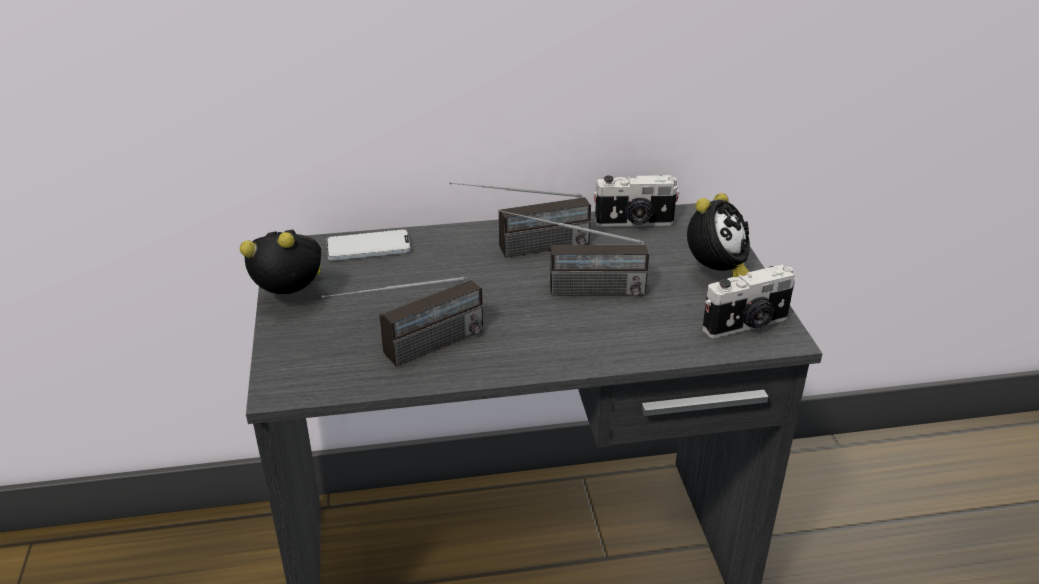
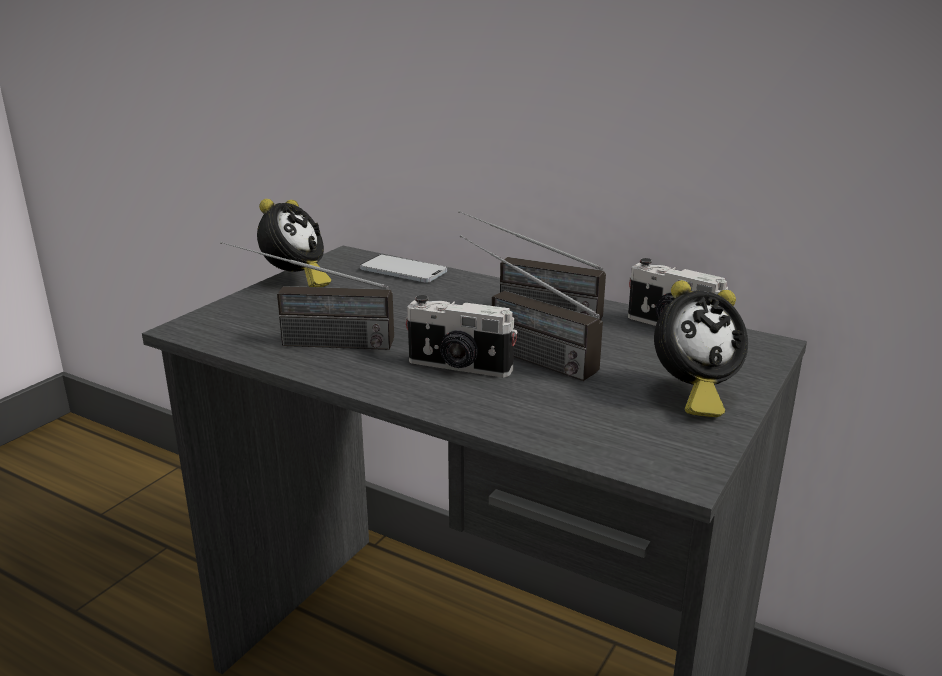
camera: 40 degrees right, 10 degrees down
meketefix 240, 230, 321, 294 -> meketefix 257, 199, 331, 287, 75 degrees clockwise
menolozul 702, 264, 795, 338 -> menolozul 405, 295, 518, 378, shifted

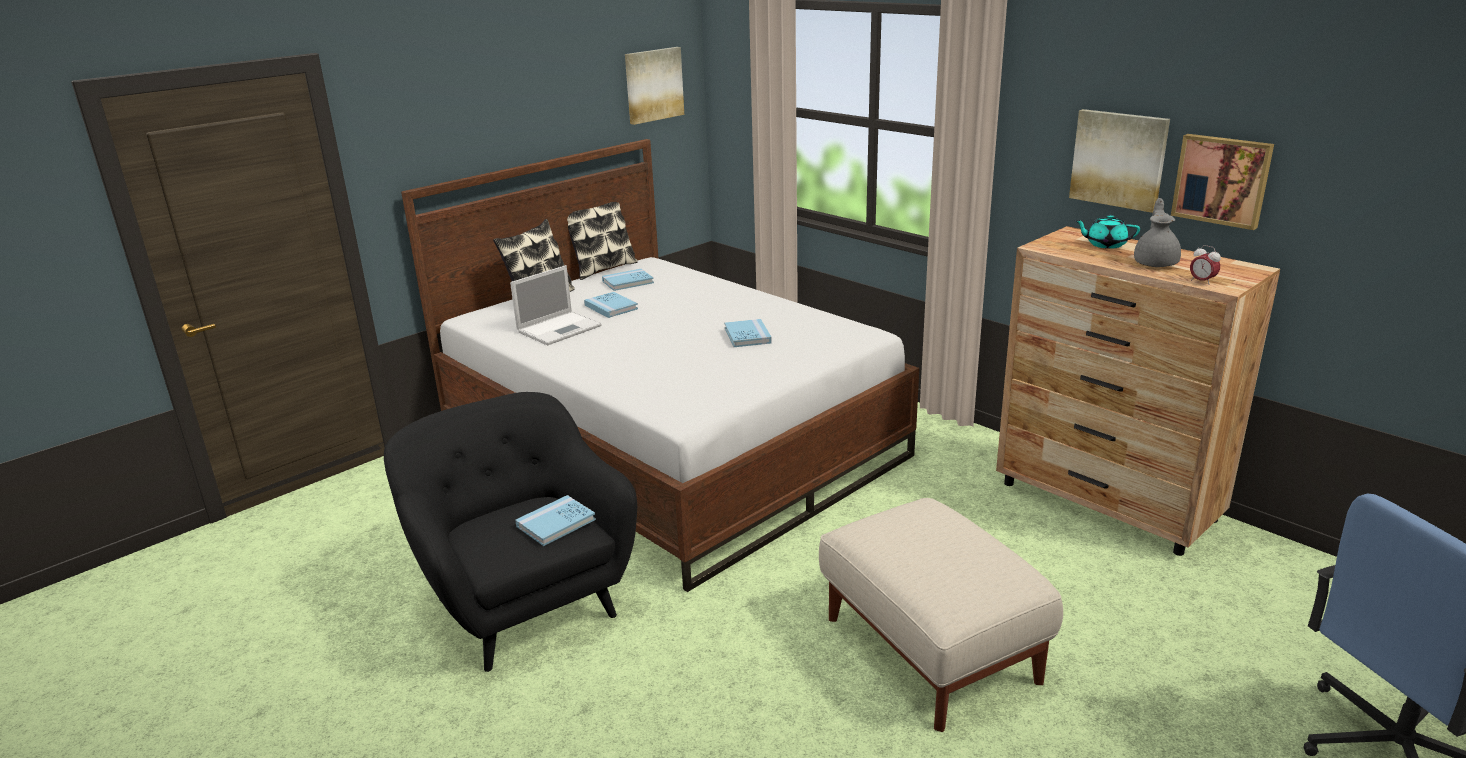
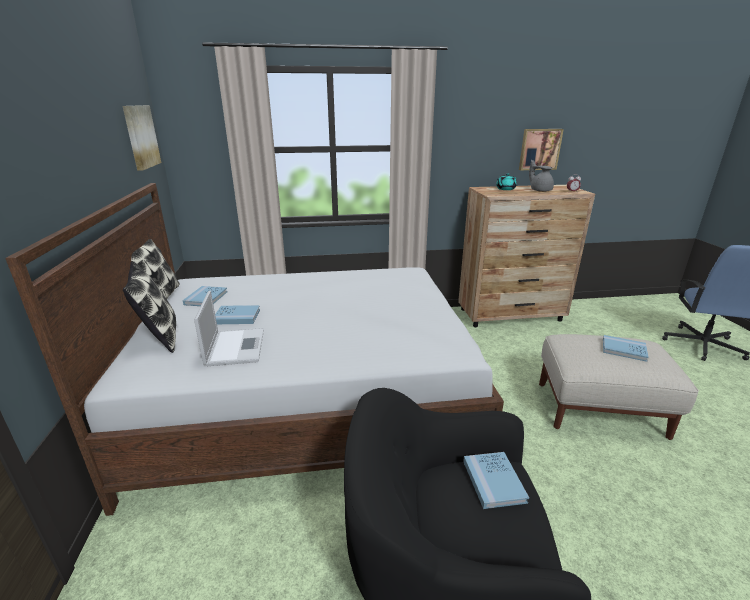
camera: 55 degrees left, 0 degrees up
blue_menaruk 725, 319, 772, 347 -> blue_menaruk 603, 335, 649, 362, shifted
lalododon 1069, 109, 1170, 213 -> none

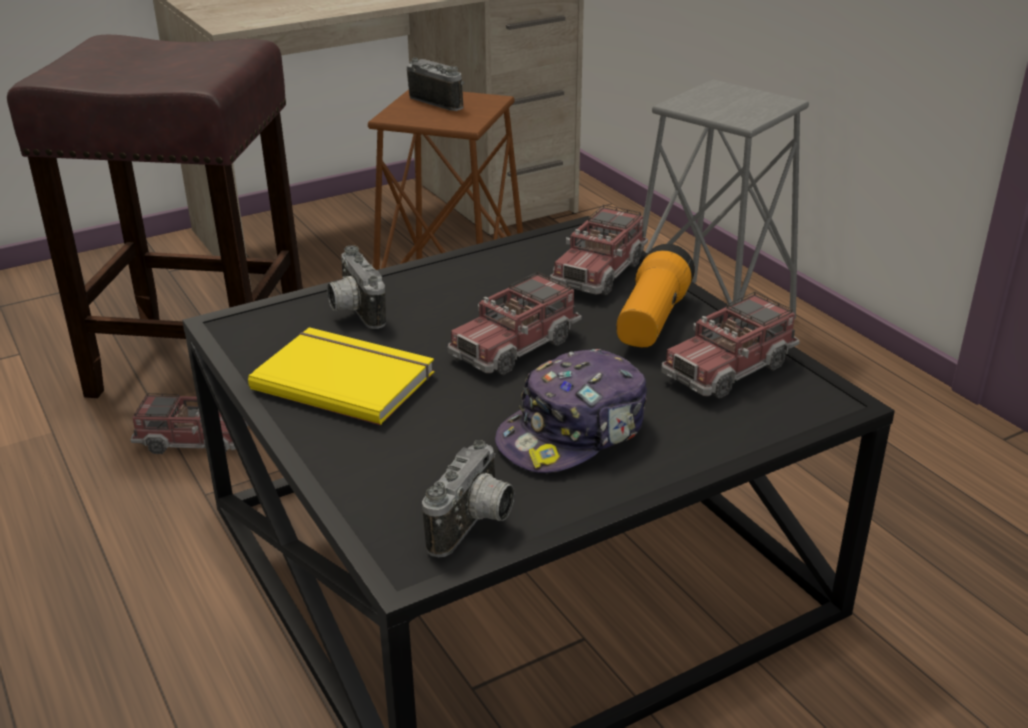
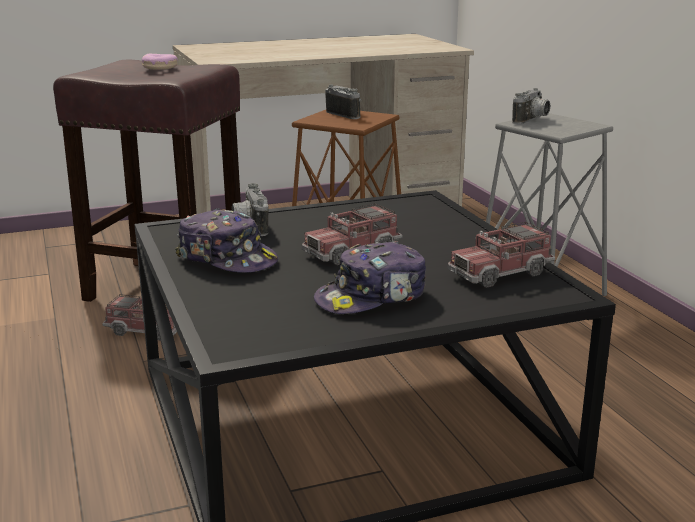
camera: 10 degrees right, 10 degrees down
none -> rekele 142, 54, 178, 70
yellow_menaruk 248, 327, 435, 425 -> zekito 175, 208, 278, 273
menolozul 422, 440, 514, 557 -> menolozul 512, 88, 550, 124, shifted
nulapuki 550, 205, 648, 295 -> none
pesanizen 616, 244, 695, 348 -> none

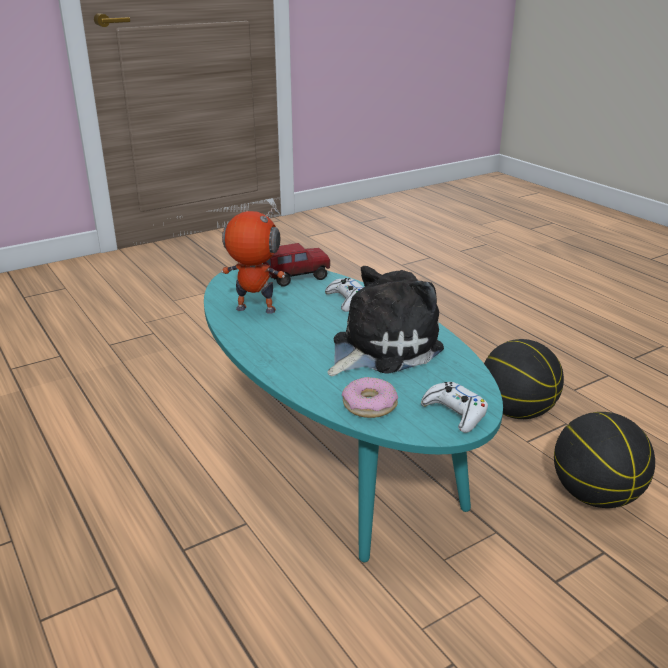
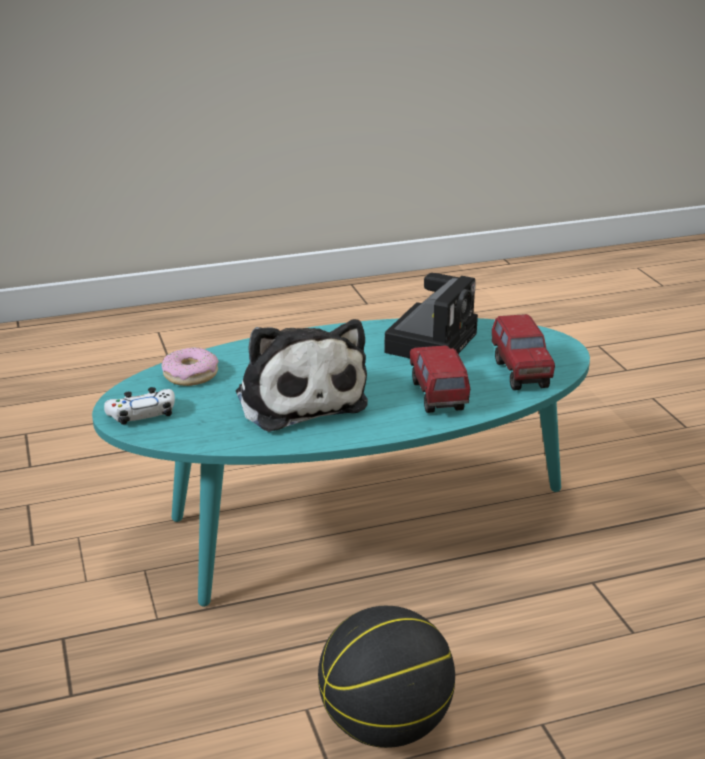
camera: 105 degrees right, 0 degrees up
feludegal 221, 208, 285, 314 -> menolozul 384, 273, 478, 358
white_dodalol 325, 278, 364, 312 -> nulapuki 410, 345, 470, 413
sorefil 554, 412, 655, 508 -> none

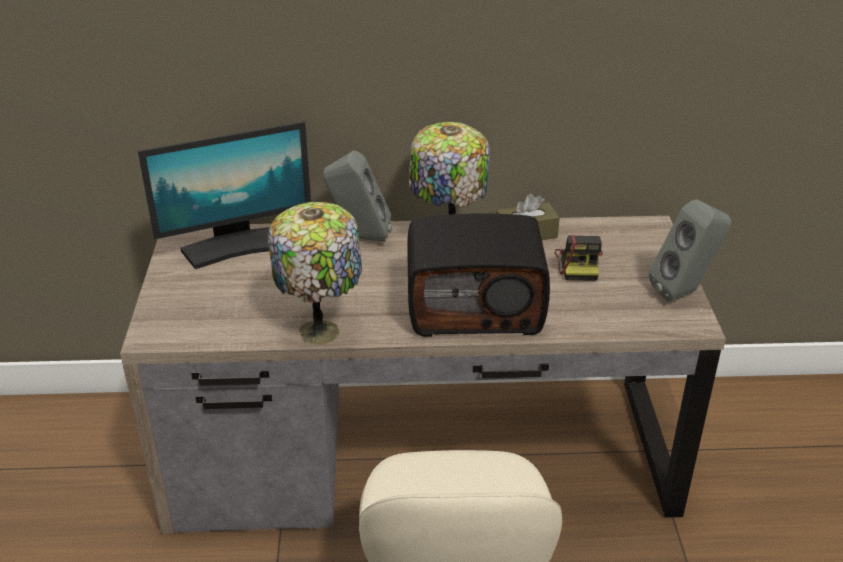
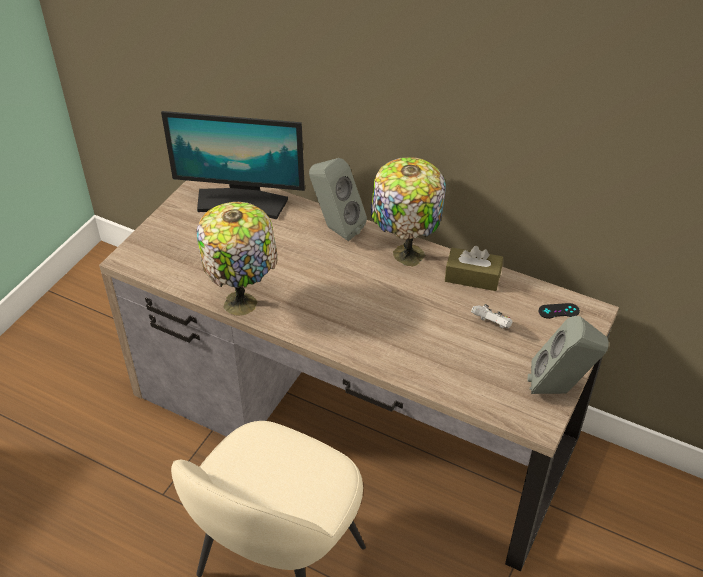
camera: 30 degrees right, 10 degrees up
menolozul 555, 235, 603, 281 -> white_dodalol 471, 304, 512, 329
none -> black_dodalol 539, 303, 580, 319
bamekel 407, 213, 550, 337 -> none

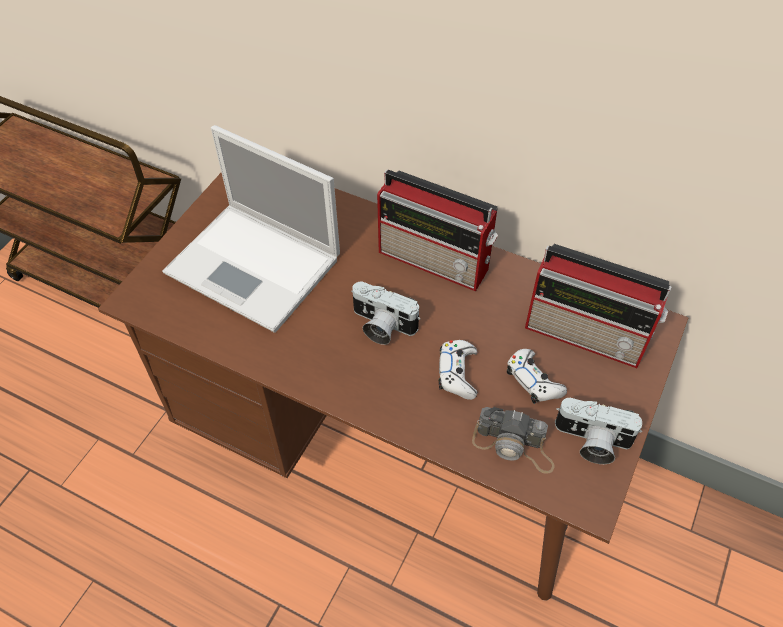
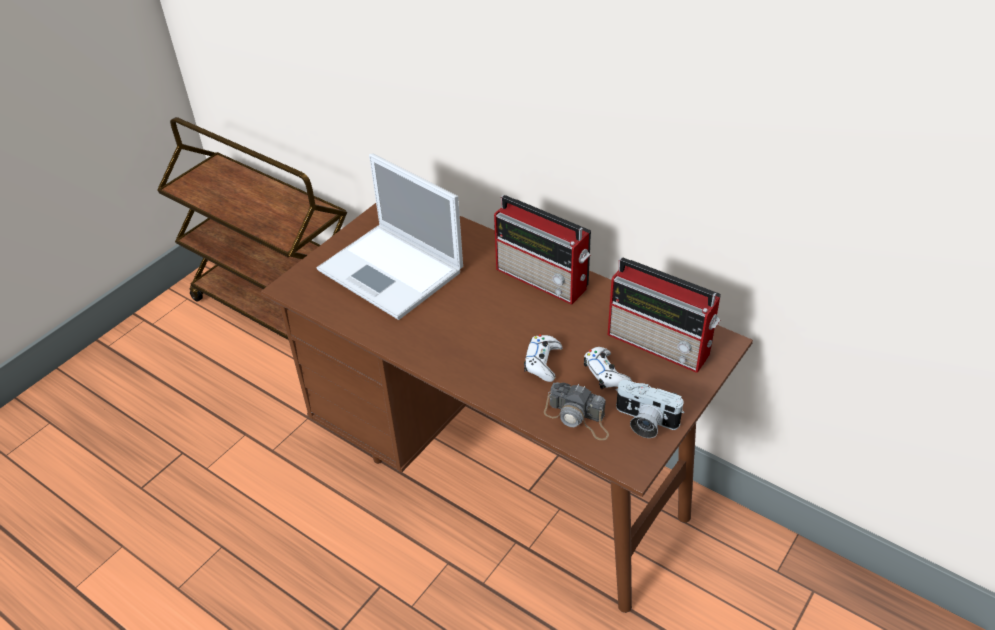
camera: 10 degrees right, 10 degrees down
menolozul 351, 282, 421, 345 -> none

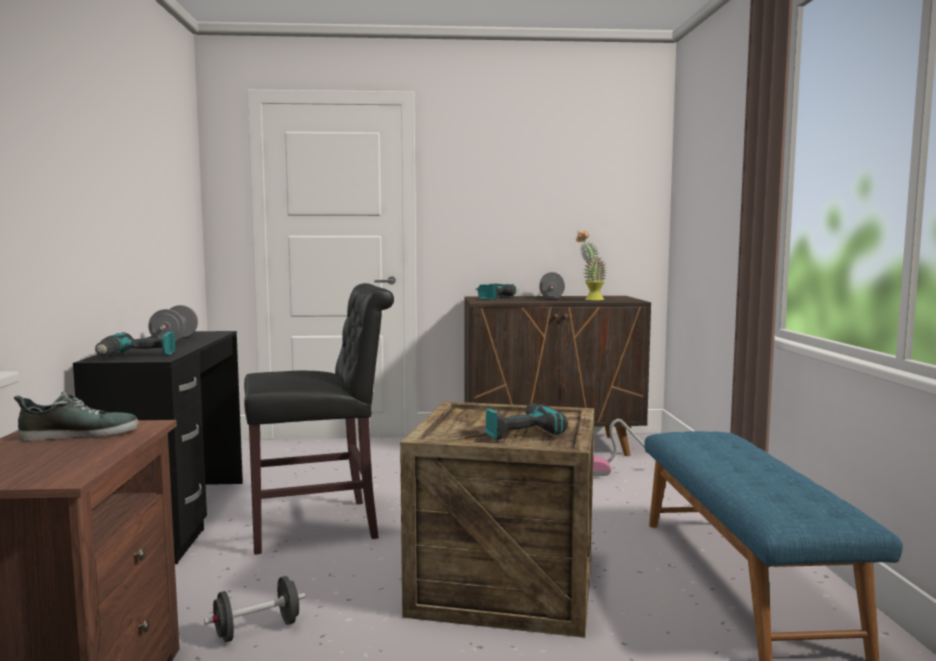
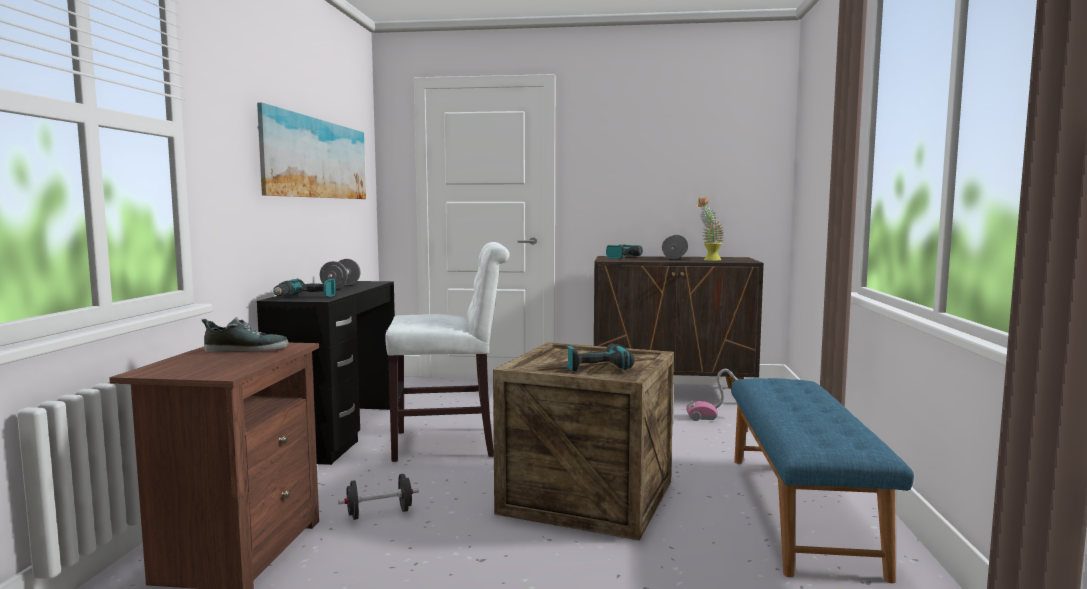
camera: 10 degrees right, 0 degrees up
none -> lalododon 257, 102, 366, 199
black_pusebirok 244, 283, 394, 555 -> white_pusebirok 385, 242, 510, 462

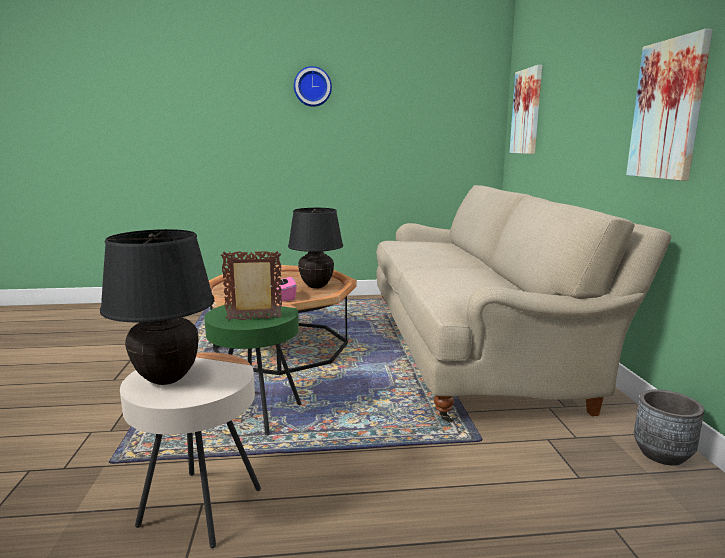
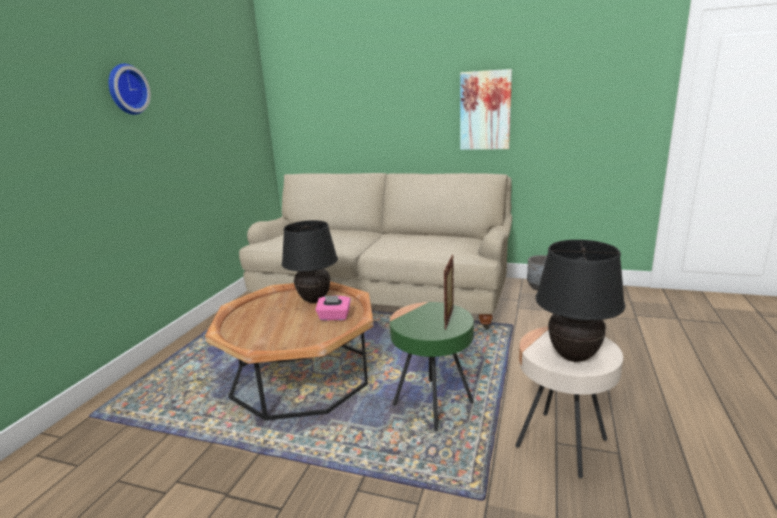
camera: 65 degrees left, 5 degrees up
lalododon 510, 65, 542, 154 -> none

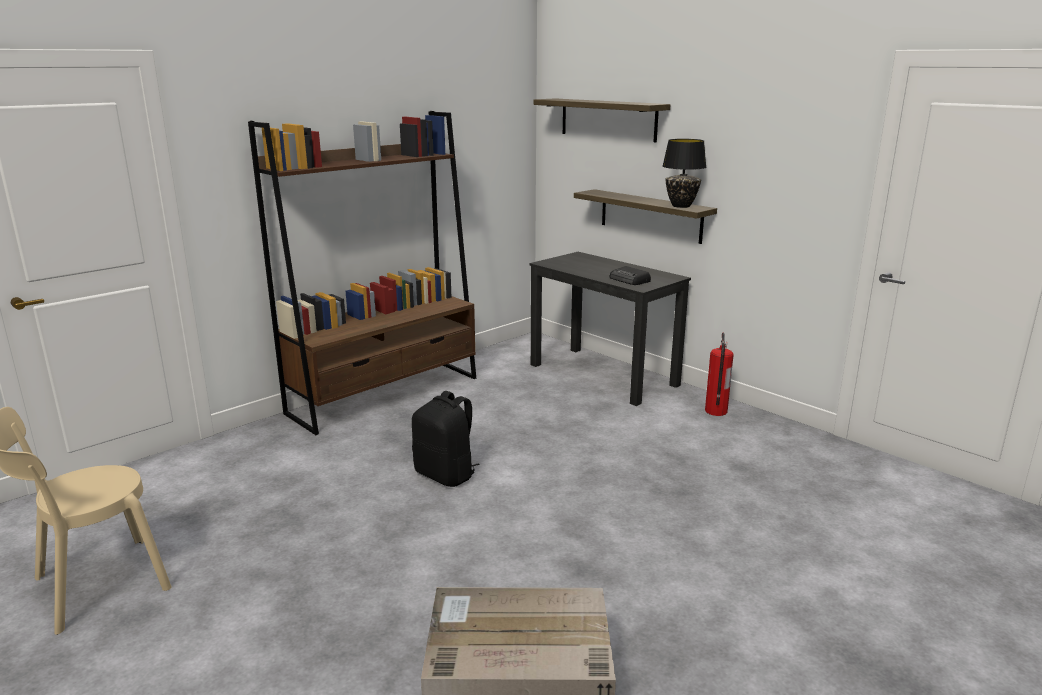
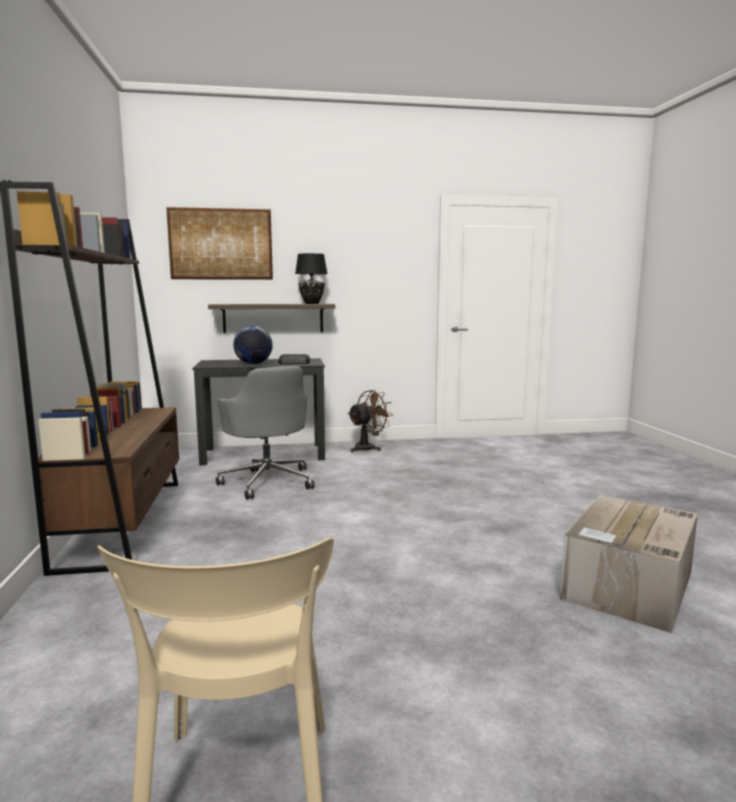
camera: 55 degrees left, 10 degrees down
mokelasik 533, 98, 670, 142 -> lalododon 166, 207, 273, 280
none -> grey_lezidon 216, 366, 315, 500
none -> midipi 233, 326, 273, 364
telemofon 705, 333, 734, 416 -> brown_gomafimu 348, 390, 393, 452
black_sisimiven 412, 391, 480, 487 -> none

